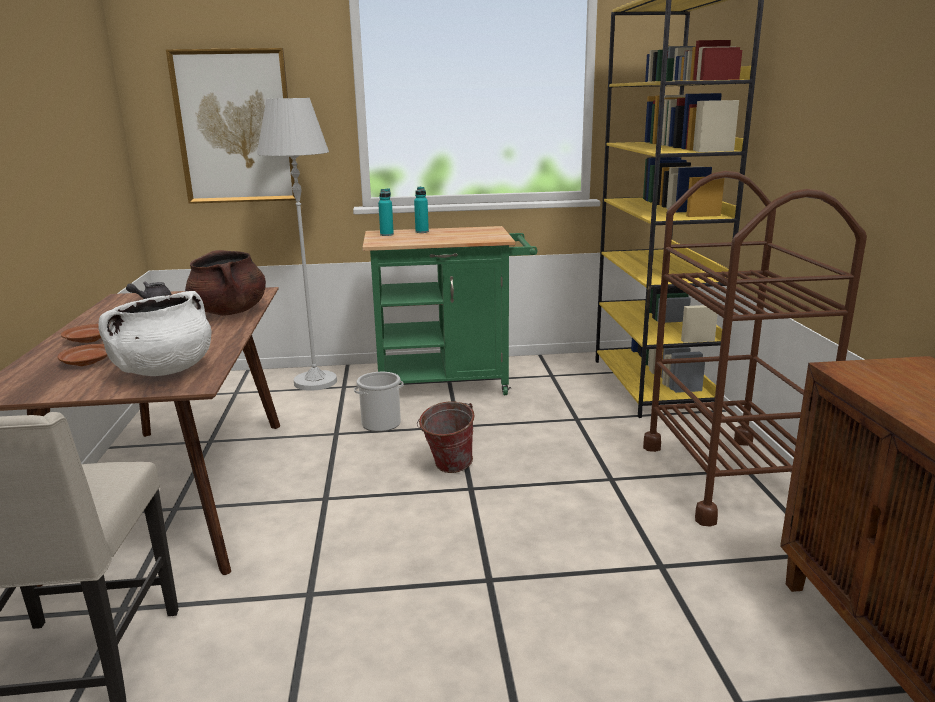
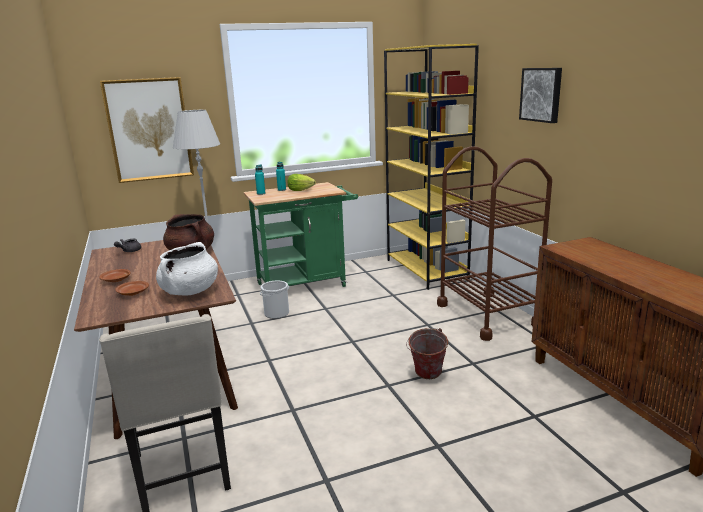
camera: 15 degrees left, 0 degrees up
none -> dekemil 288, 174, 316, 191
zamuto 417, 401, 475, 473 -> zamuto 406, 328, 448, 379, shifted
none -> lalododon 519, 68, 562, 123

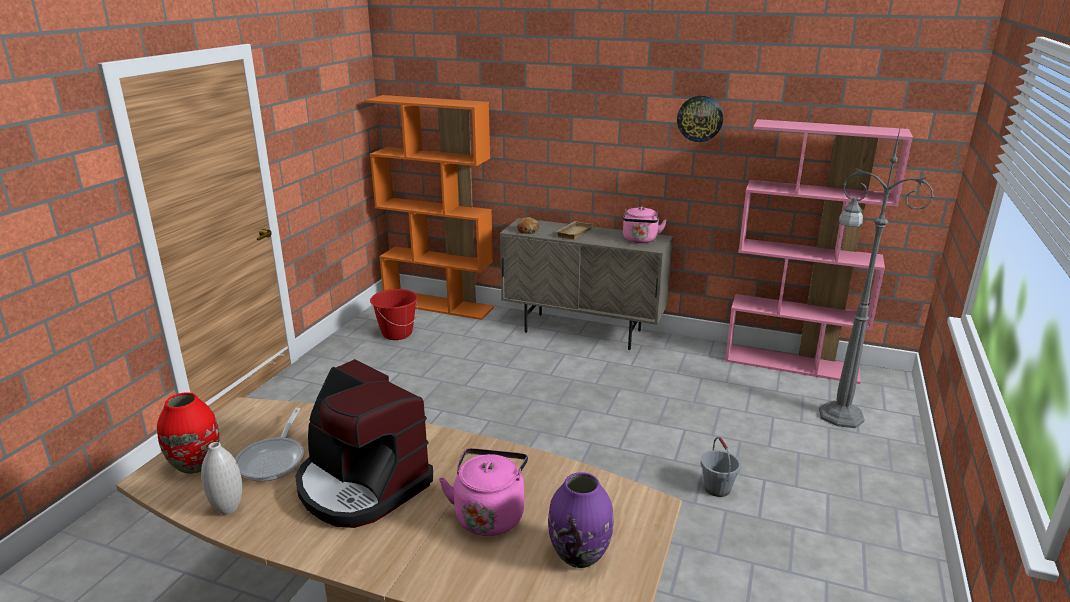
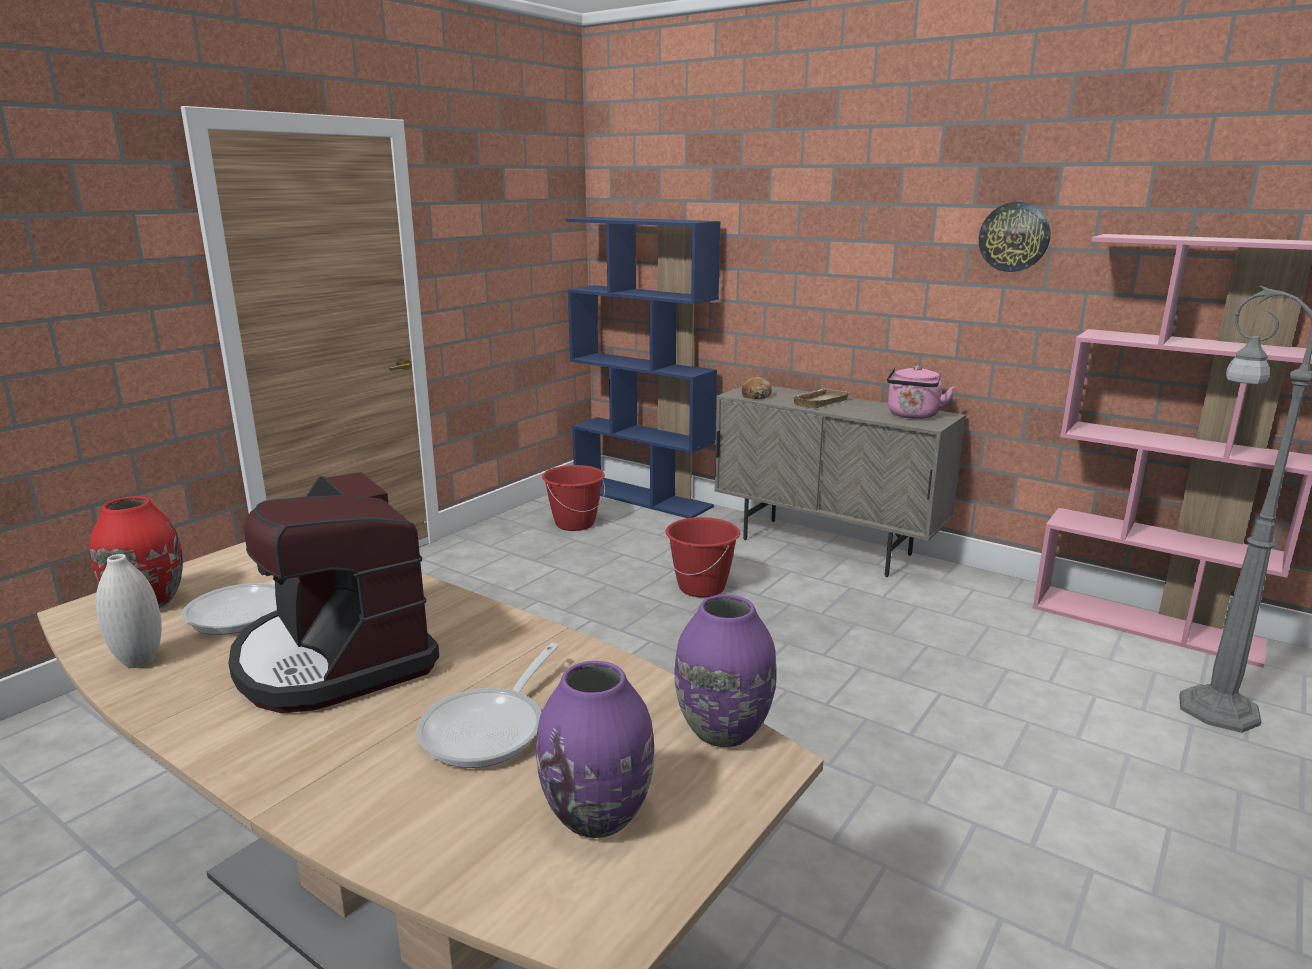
camera: 15 degrees right, 5 degrees down
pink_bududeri 439, 448, 528, 536 -> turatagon 416, 643, 559, 768
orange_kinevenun 365, 95, 494, 320 -> blue_kinevenun 565, 217, 721, 518
none -> red_zamuto 666, 517, 740, 598
none -> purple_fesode 674, 594, 777, 747
grey_zamuto 701, 437, 741, 497 -> none

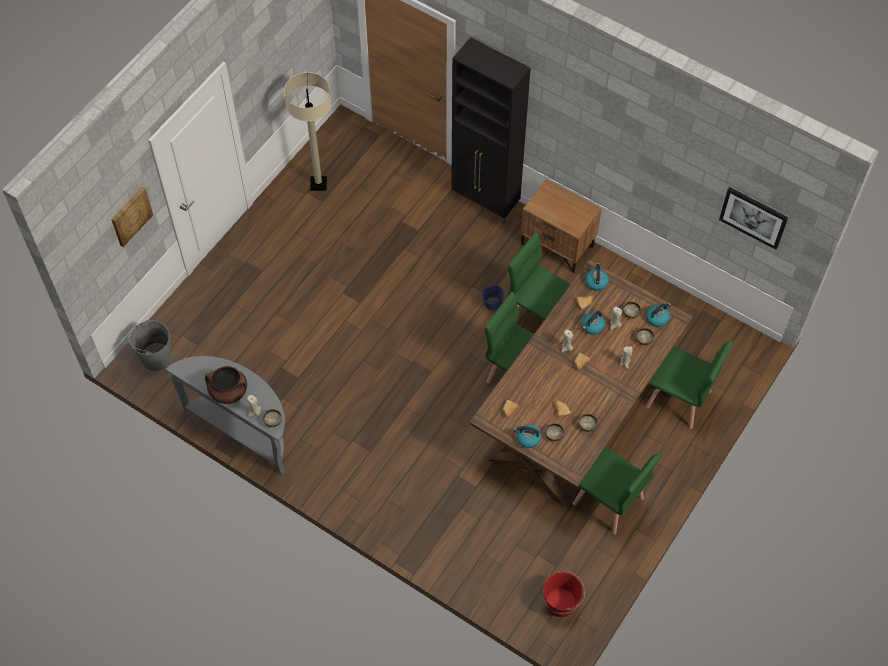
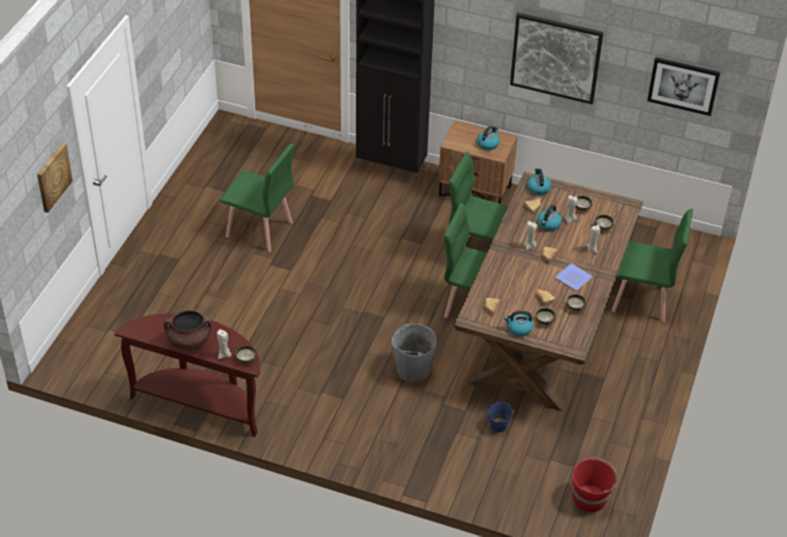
camera: 15 degrees left, 15 degrees down
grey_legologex 166, 356, 285, 475 -> brown_legologex 114, 314, 260, 437
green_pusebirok 573, 446, 662, 534 -> green_pusebirok 219, 144, 294, 252, shifted
grey_zamuto 128, 320, 172, 371 -> grey_zamuto 392, 323, 437, 382, shifted
bududeri 646, 303, 671, 327 -> bududeri 477, 126, 500, 150, shifted
blue_zamuto 482, 285, 504, 310 -> blue_zamuto 488, 402, 513, 432, shifted
none -> lalododon 510, 13, 604, 104
none -> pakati 555, 263, 593, 290
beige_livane 284, 72, 331, 191 -> none

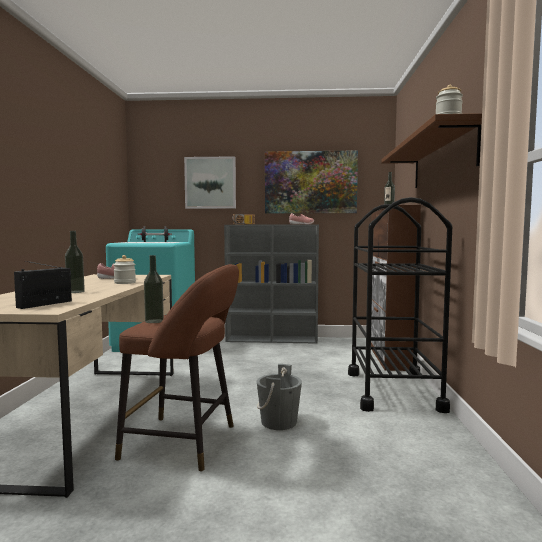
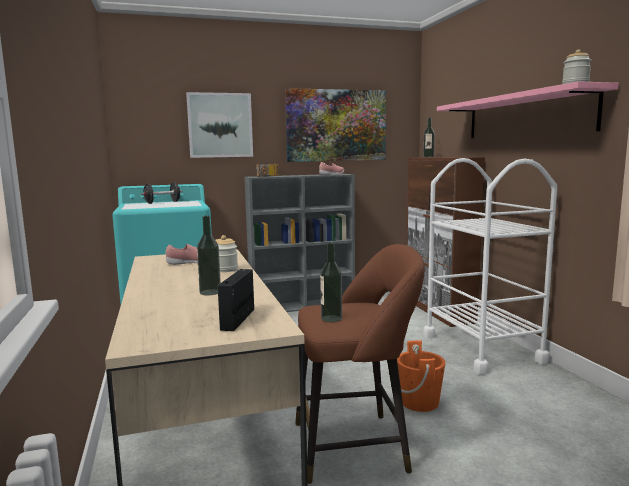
camera: 20 degrees left, 5 degrees up
grey_zamuto 257, 364, 302, 430 -> orange_zamuto 397, 340, 446, 412
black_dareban 348, 197, 452, 413 -> white_dareban 423, 158, 558, 375
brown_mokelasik 381, 113, 482, 188 -> pink_mokelasik 437, 81, 619, 138

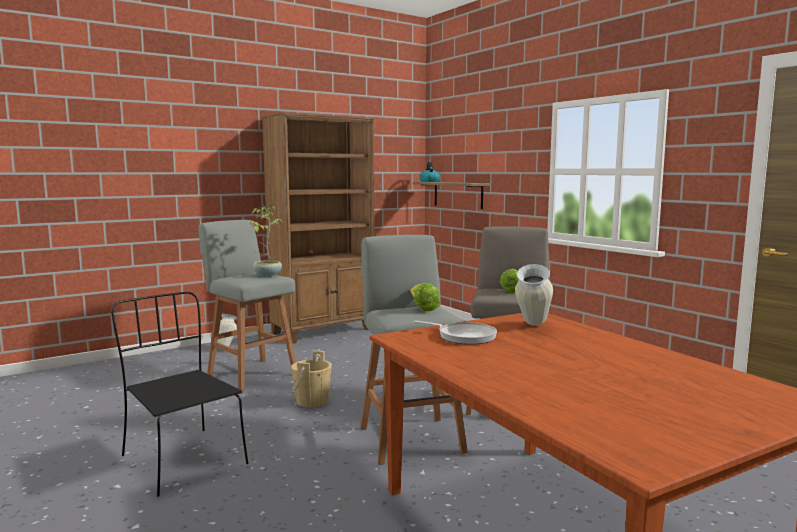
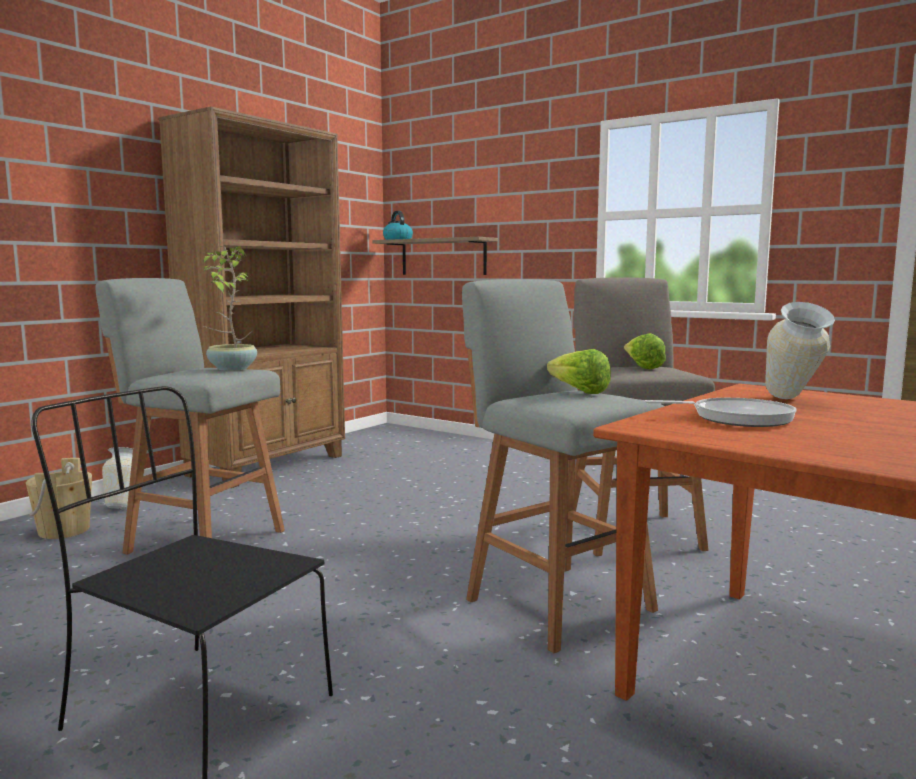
camera: 20 degrees left, 0 degrees up
beige_zamuto 291, 350, 332, 408 -> beige_zamuto 26, 458, 92, 539, shifted

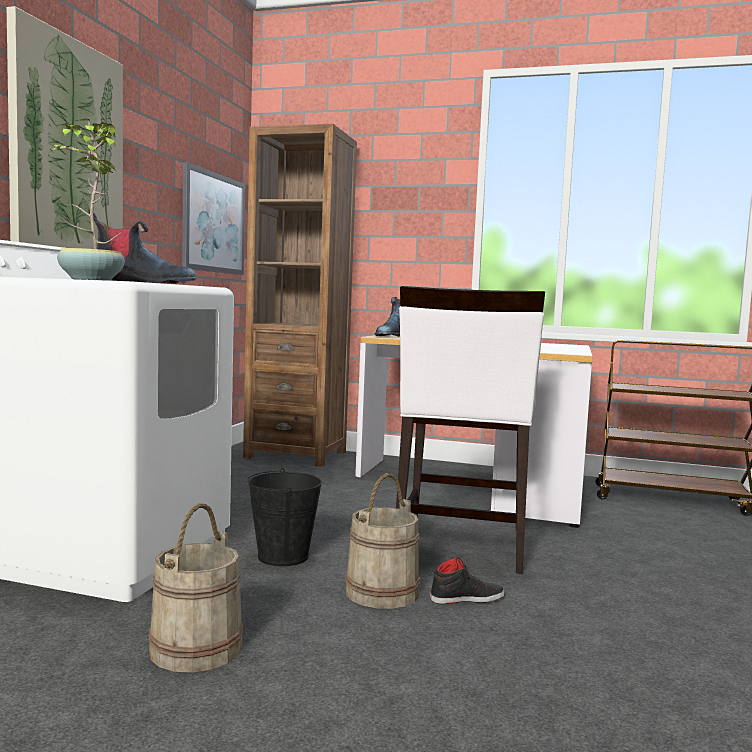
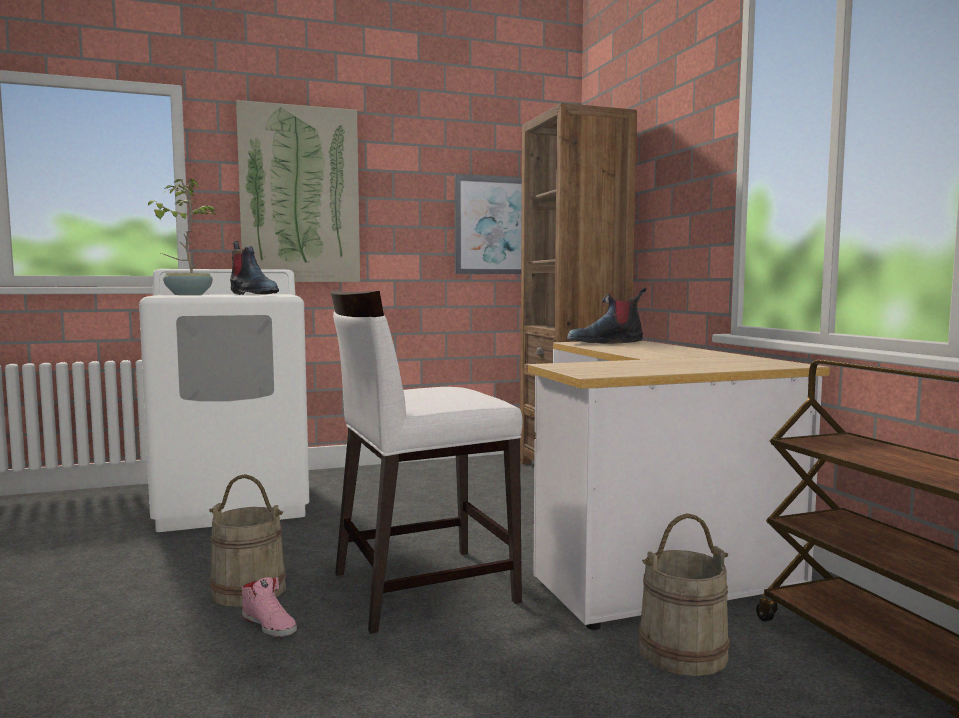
camera: 55 degrees right, 0 degrees up
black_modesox 430, 557, 505, 604 -> pink_modesox 242, 577, 297, 637
beige_zamuto 149, 504, 243, 673 -> beige_zamuto 639, 513, 730, 676, shifted
black_zamuto 247, 468, 322, 566 -> none

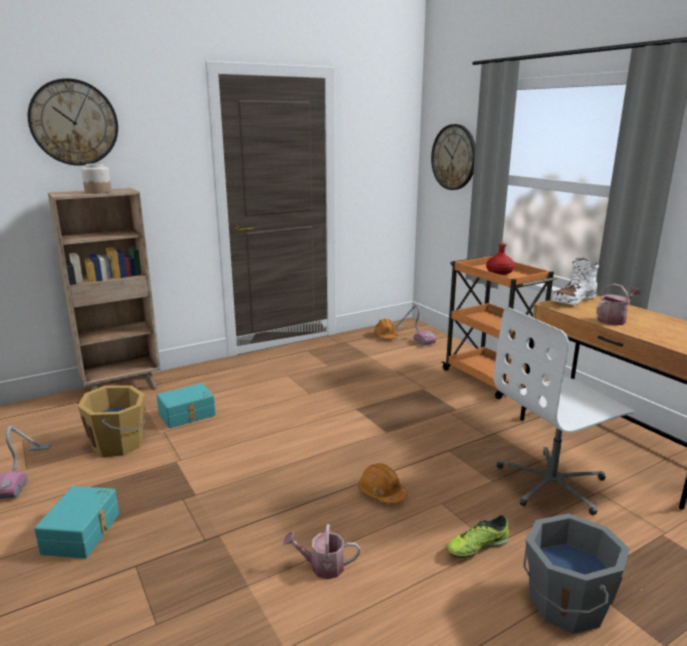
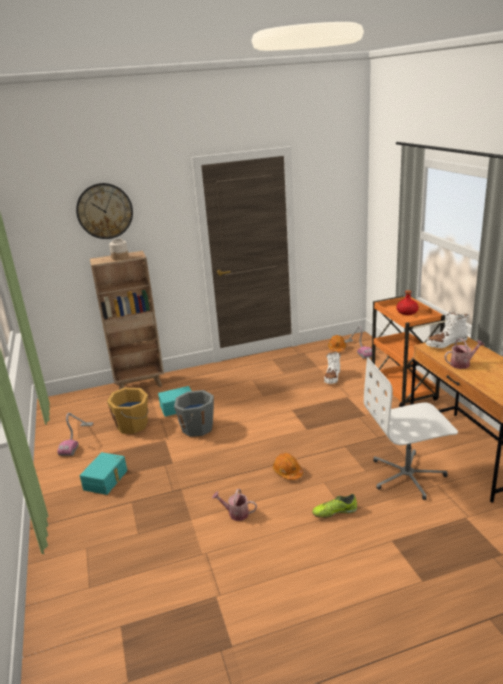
camera: 15 degrees right, 5 degrees up
grey_zamuto 523, 513, 630, 634 -> grey_zamuto 174, 390, 214, 437, shifted
none -> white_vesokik 324, 351, 340, 384
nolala 431, 124, 475, 190 -> none

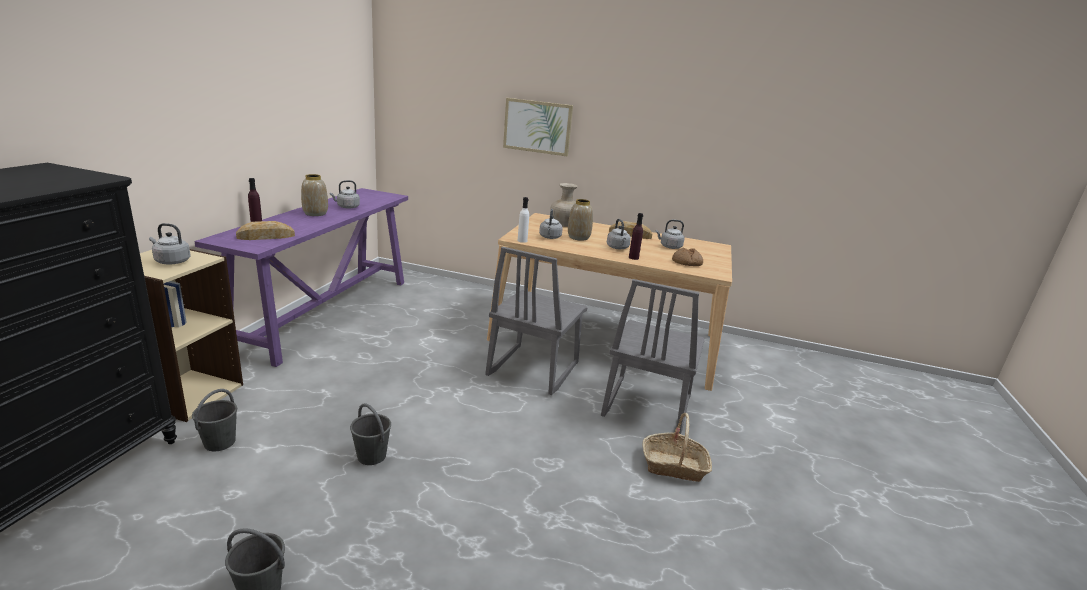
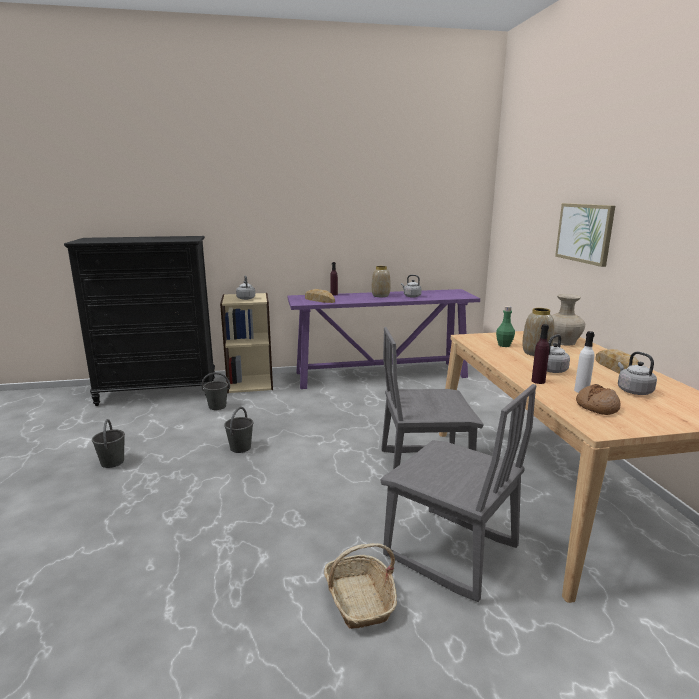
camera: 65 degrees right, 5 degrees down
grey_pusebirok 601, 279, 705, 434 -> grey_pusebirok 380, 384, 536, 602, 135 degrees counterclockwise
grey_bududeri 539, 209, 563, 239 -> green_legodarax 496, 306, 515, 347
white_legodarax 518, 197, 529, 243 -> white_legodarax 574, 331, 595, 393, shifted

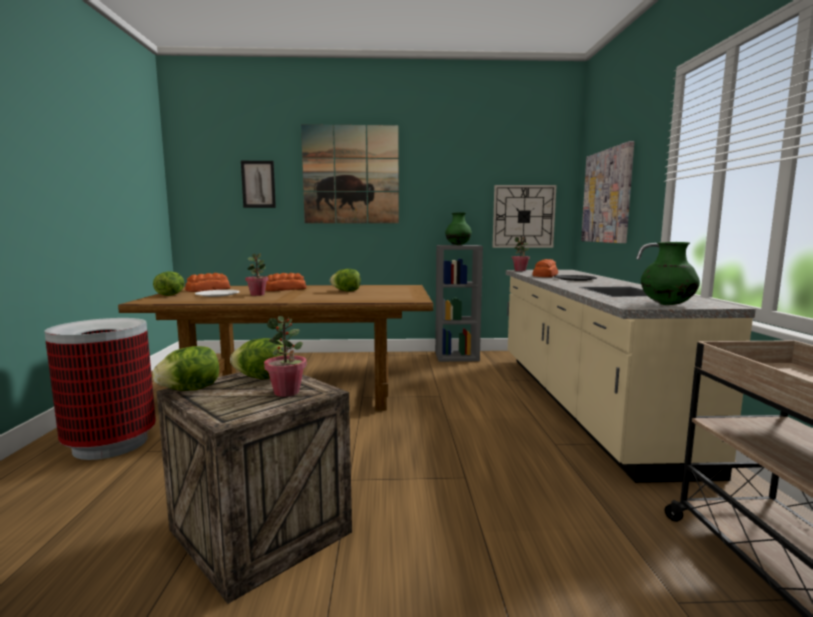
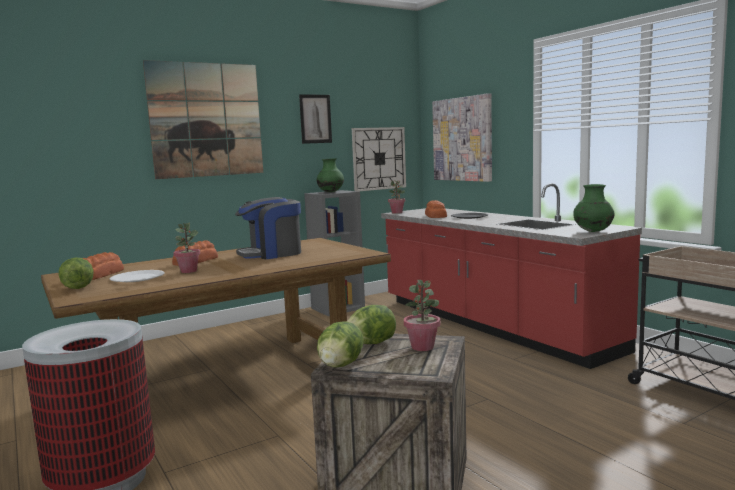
camera: 30 degrees left, 0 degrees up
dekemil 330, 269, 361, 291 -> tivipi 235, 197, 301, 259
lalododon 241, 161, 276, 208 -> lalododon 299, 94, 332, 144, shifted
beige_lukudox 506, 243, 756, 483 -> red_lukudox 381, 183, 642, 369

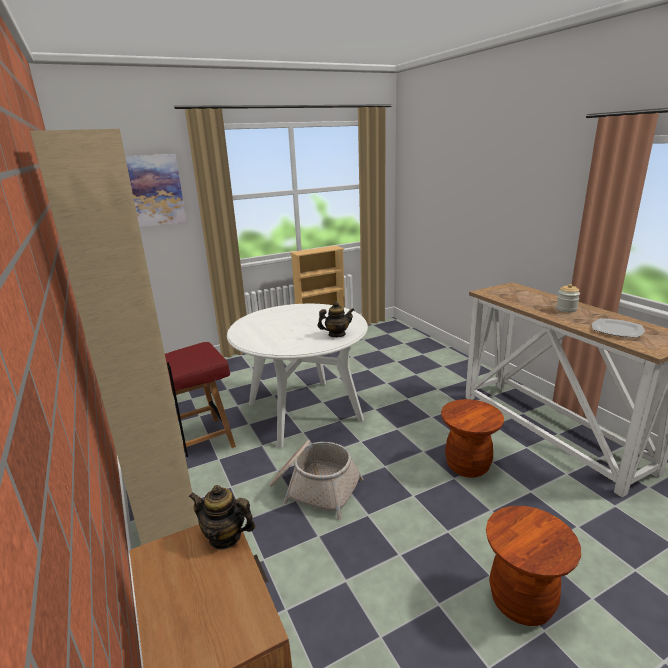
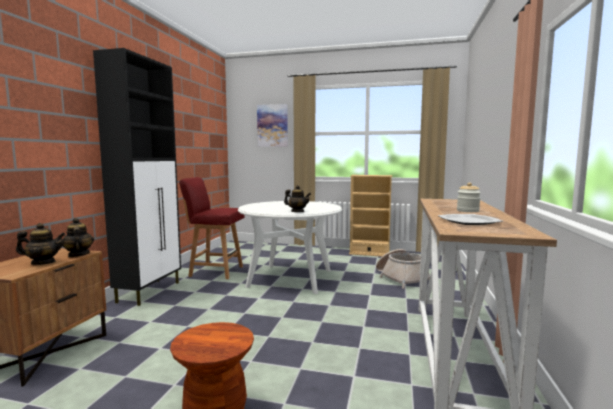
camera: 40 degrees right, 15 degrees down
none -> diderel 16, 223, 66, 265
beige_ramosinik 30, 129, 199, 545 -> black_ramosinik 93, 48, 181, 306
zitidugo 270, 440, 364, 520 -> zitidugo 376, 249, 430, 289, shifted
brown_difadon 441, 399, 504, 478 -> none

